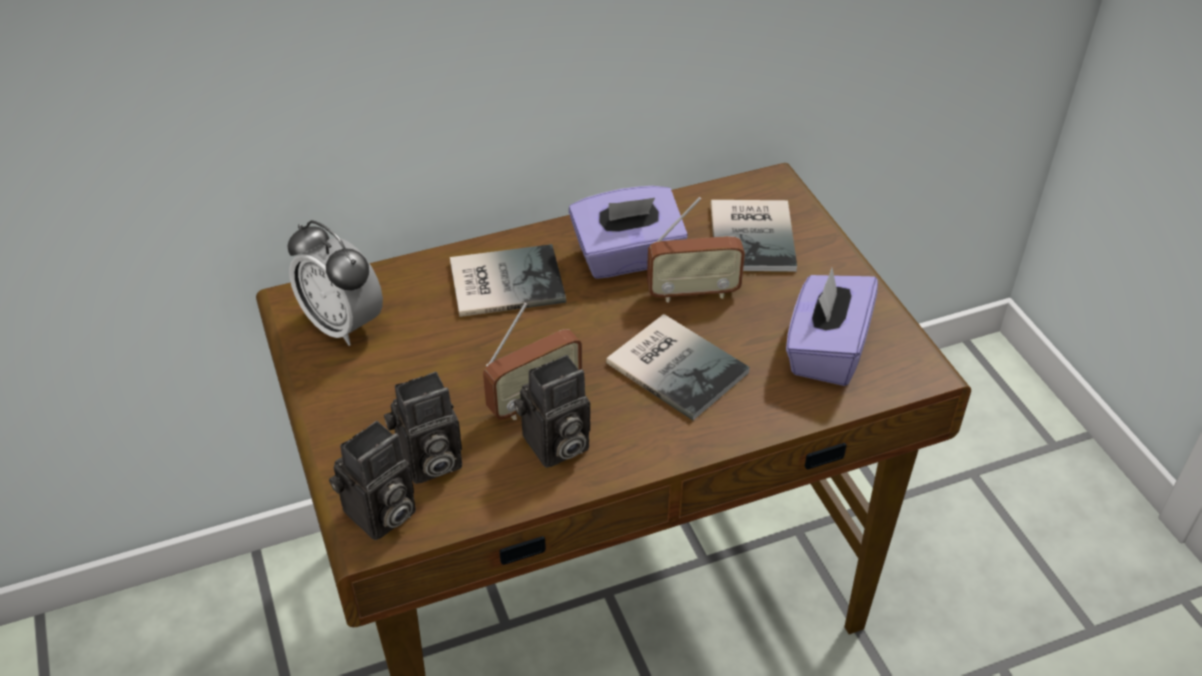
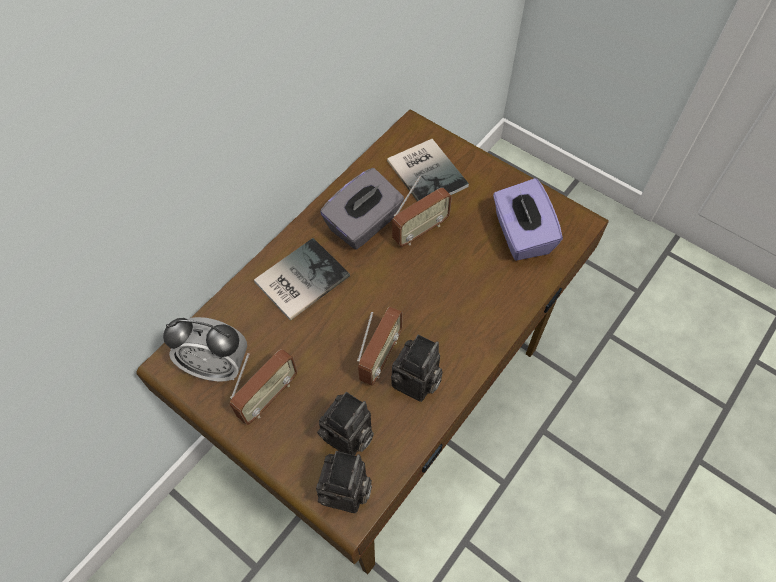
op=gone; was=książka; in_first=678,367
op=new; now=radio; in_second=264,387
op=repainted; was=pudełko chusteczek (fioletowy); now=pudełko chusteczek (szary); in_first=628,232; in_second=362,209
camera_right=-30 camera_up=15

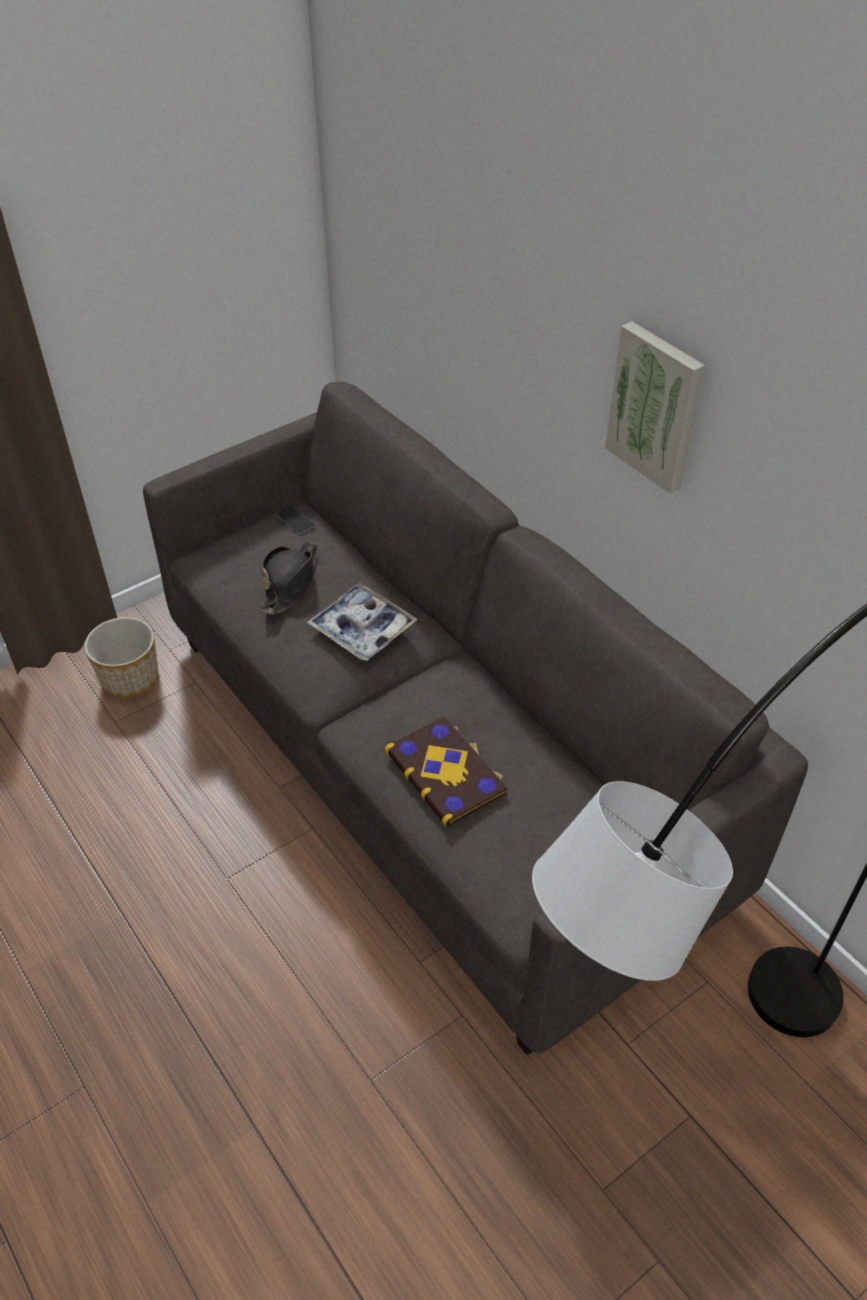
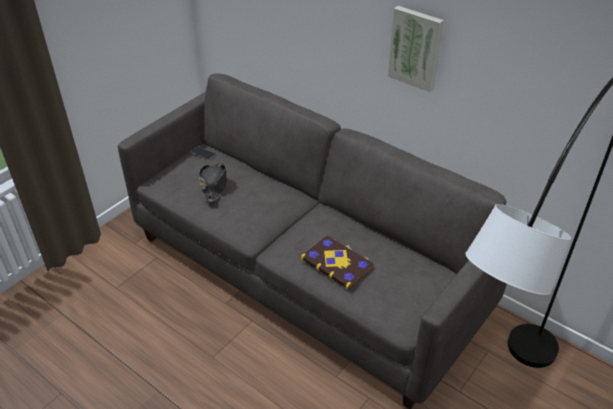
op=gone; was=donica; in_first=121,657
op=gone; was=taca; in_first=362,622
camera_right=-15 camera_up=-5

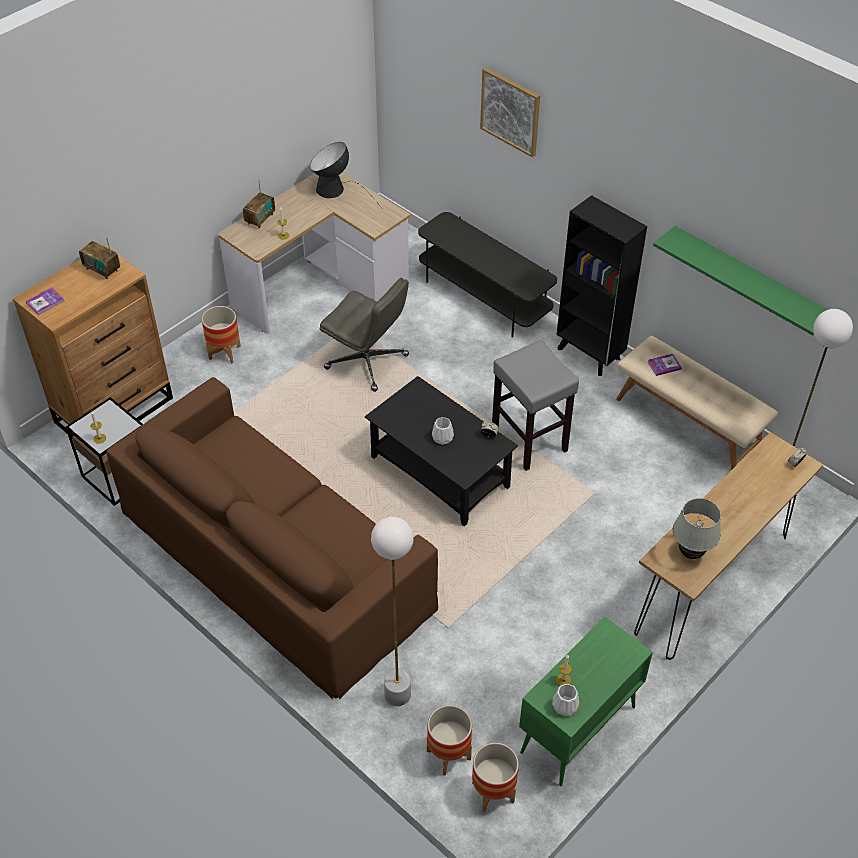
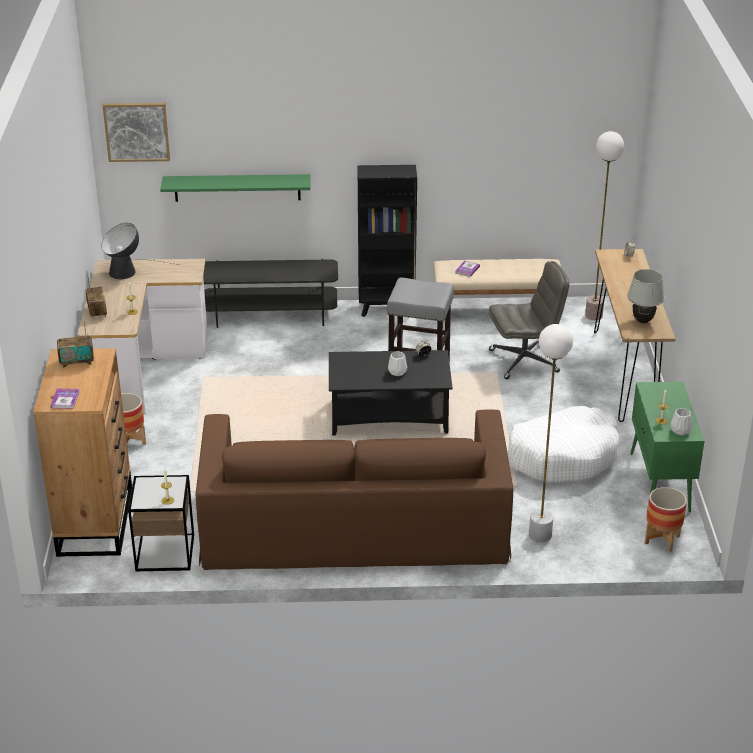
op=gone; was=donica; in_first=449,740
op=new; now=legowisko (biały); in_second=563,444
op=shifted; was=krzesło biurowe (szary); in_first=364,335; in_second=529,320
op=shifted; was=obraz; in_first=510,112; in_second=136,132
op=shifted; was=półka (zielony); in_first=740,281; in_second=235,188
camera_right=-45 camera_up=-15

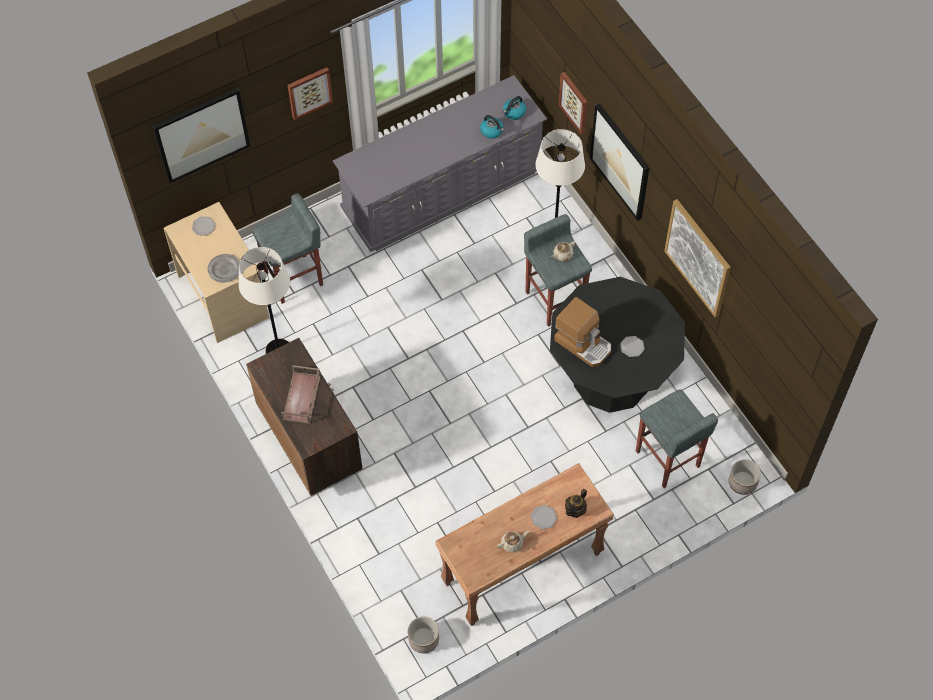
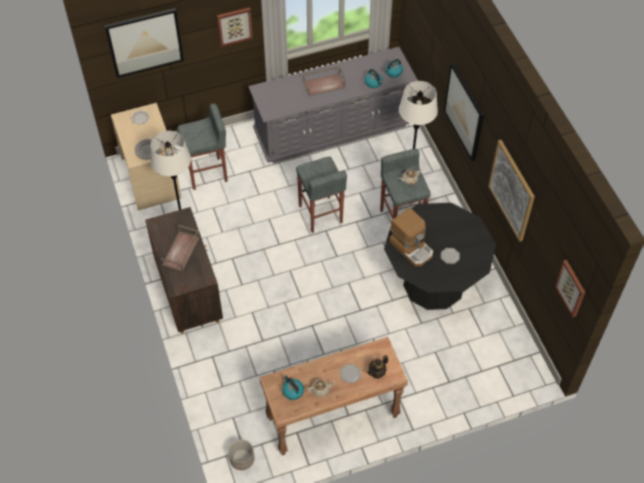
op=gone; was=donica; in_first=744,477
op=new; now=czajnik; in_second=293,387
op=new; now=taca (brązowy); in_second=324,81
op=shifted; was=obraz; in_first=573,103; in_second=570,289
op=shifted; was=stołek (szary); in_first=677,439; in_second=321,195
camera_right=10 camera_up=-5

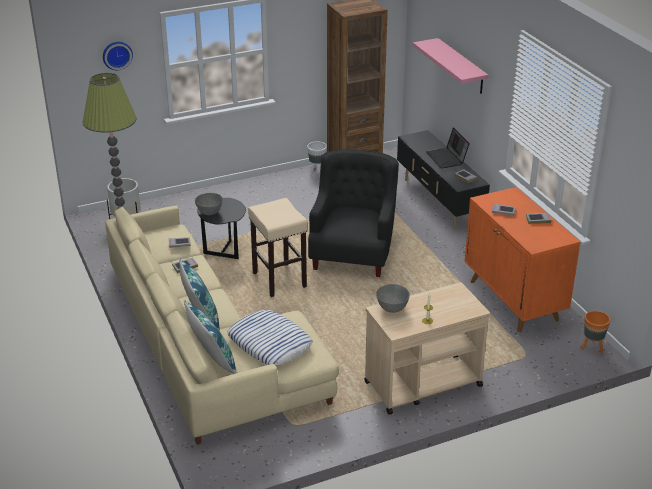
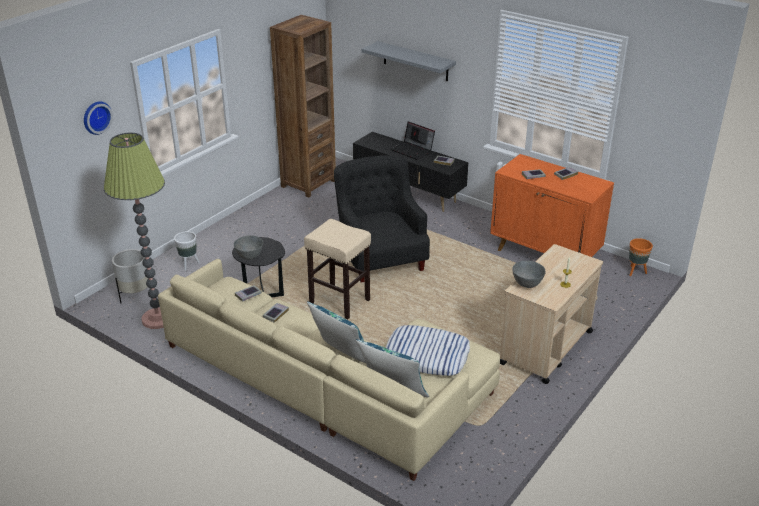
op=shifted; was=donica (biały); in_first=317,158; in_second=187,250
op=repainted; was=półka (różowy); now=półka (szary); in_first=450,66; in_second=408,61
camera_right=-30 camera_up=0

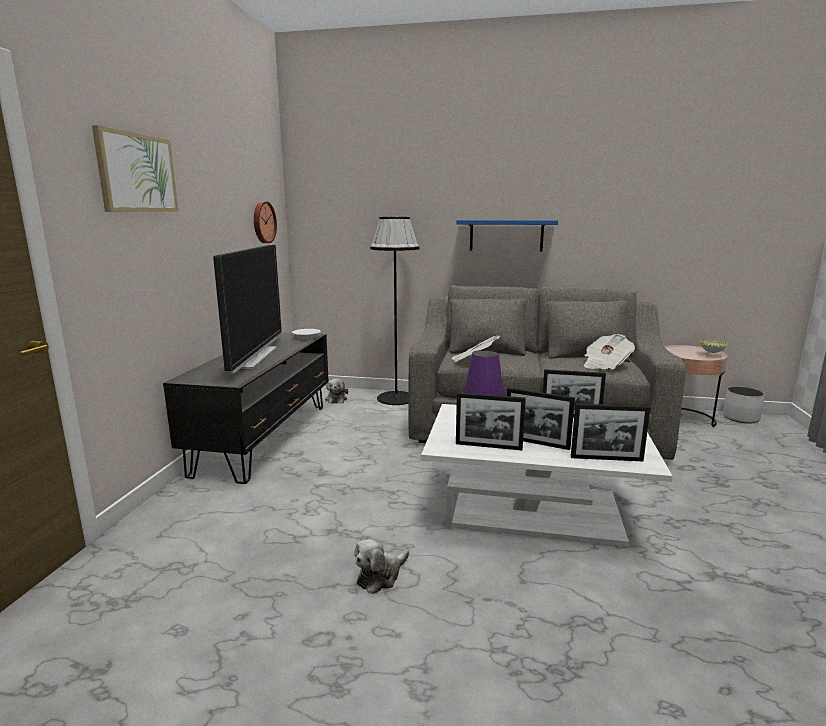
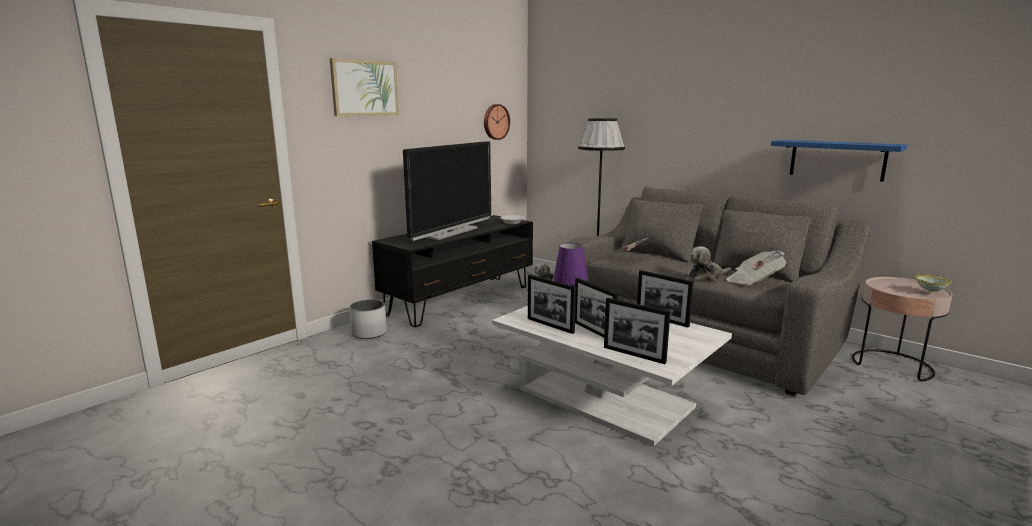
op=shifted; was=pluszak; in_first=381,566; in_second=710,263
op=shifted; was=półka (niebieski); in_first=507,235; in_second=839,161
op=shifted; was=donica (biały); in_first=743,404; in_second=368,319
camera_right=30 camera_up=0

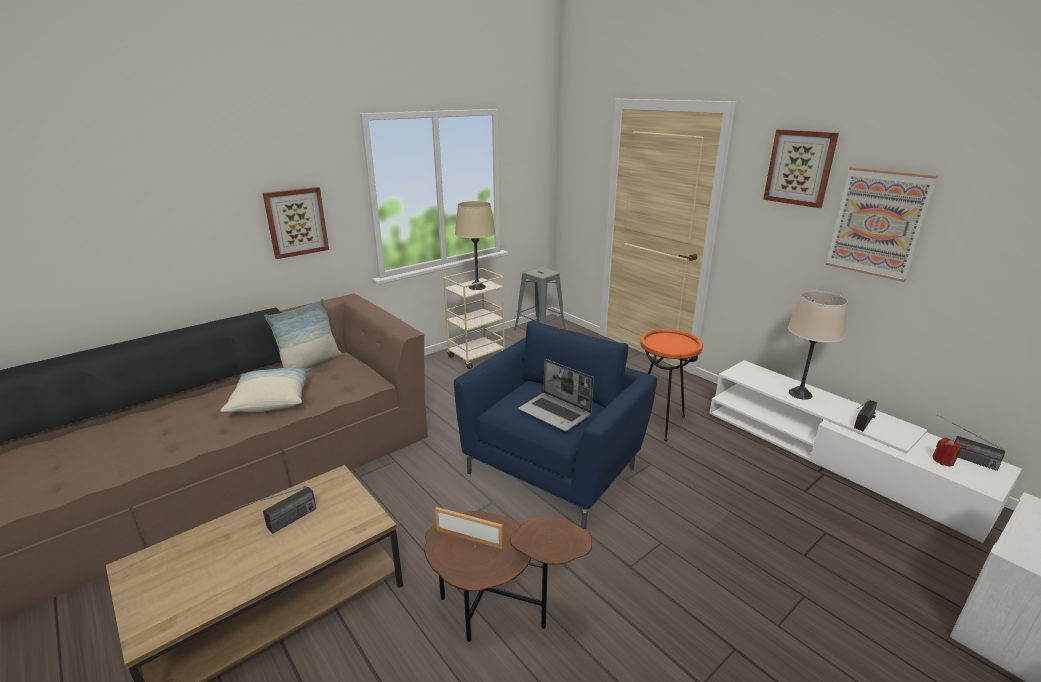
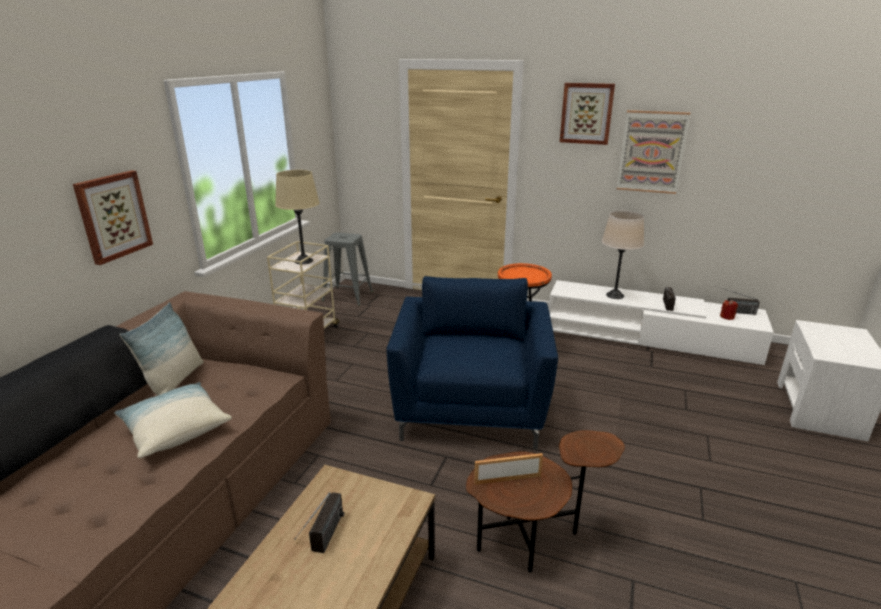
op=gone; was=laptop; in_first=556,395
camera_right=-30 camera_up=0

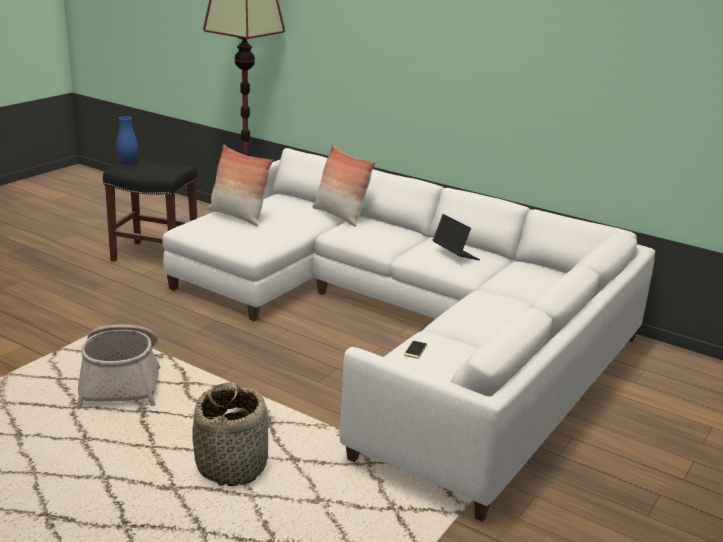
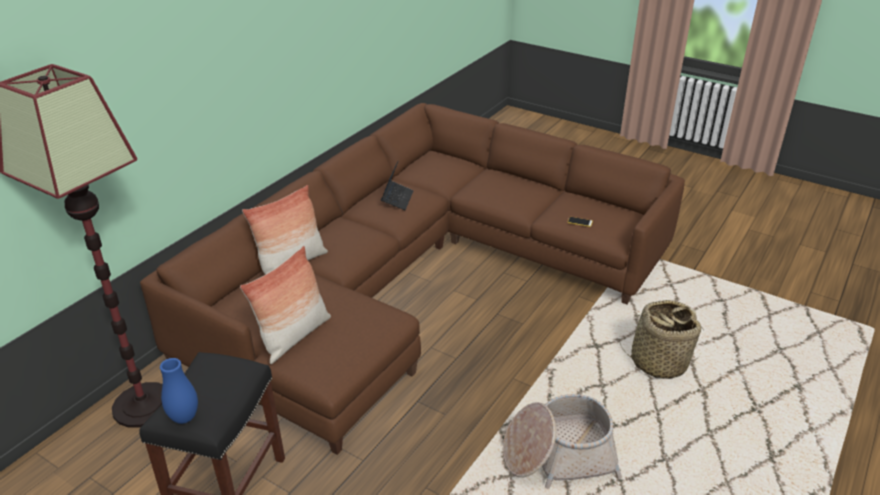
op=repainted; was=kanapa (biały); now=kanapa (brązowy); in_first=408,335; in_second=412,279
op=rotated; was=laptop; in_first=456,237; in_second=397,186; clockwise=135
camera_right=-90 camera_up=10

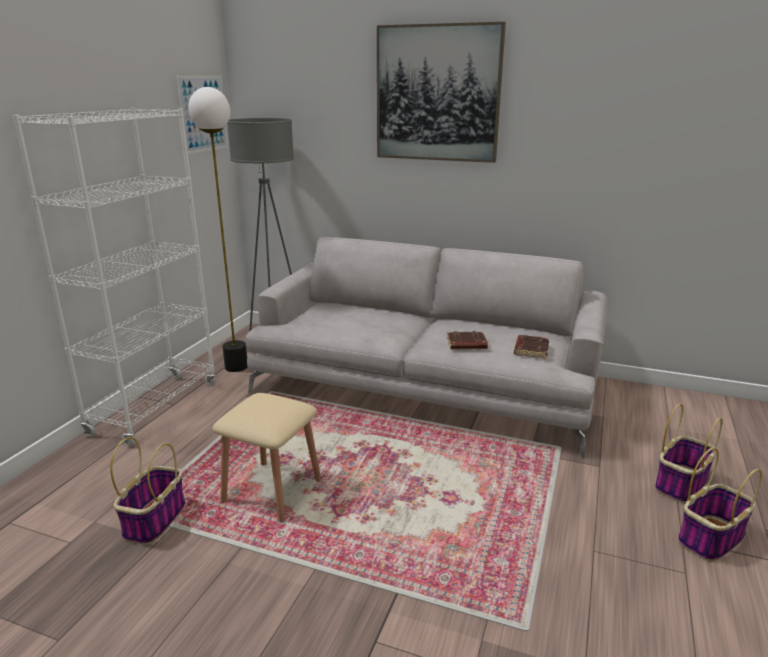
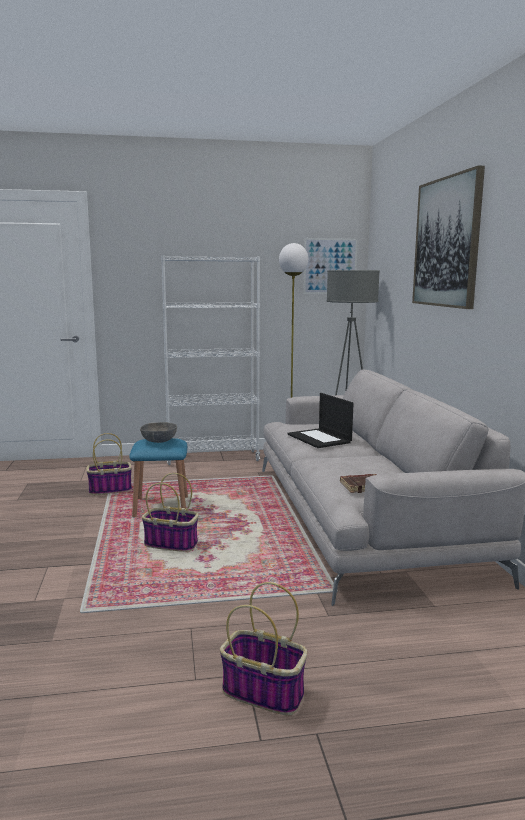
op=gone; was=książka (brązowy); in_first=467,340
op=new; now=miska (szary); in_second=158,432
op=new; now=laptop; in_second=320,420
op=shifted; was=koszyk; in_first=689,453; in_second=170,512
op=repainted; was=stołek (beżowy); now=stołek (niebieski); in_first=267,458; in_second=158,477
camera_right=60 camera_up=-10

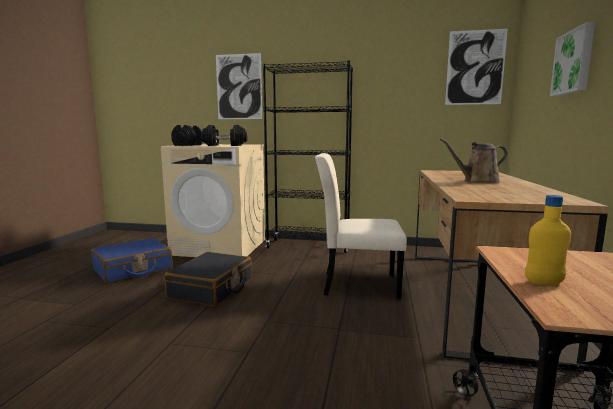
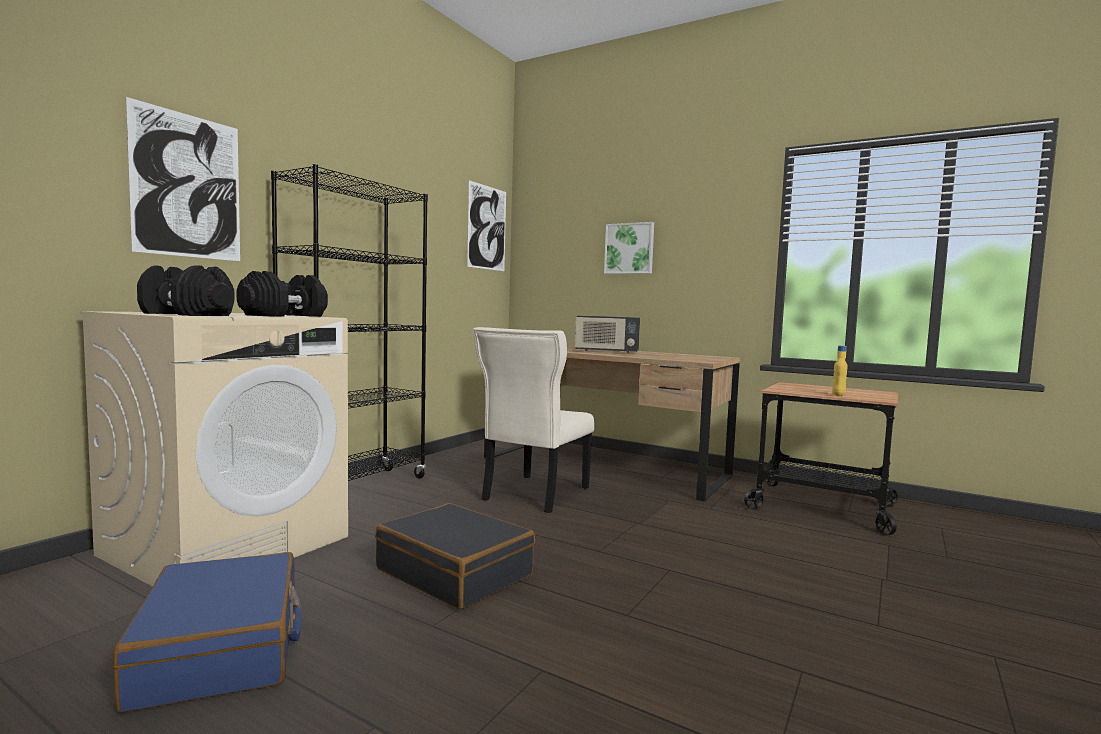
op=swapped; was=konewka (brązowy); now=radio; in_first=474,161; in_second=607,334
camera_right=-70 camera_up=-5

